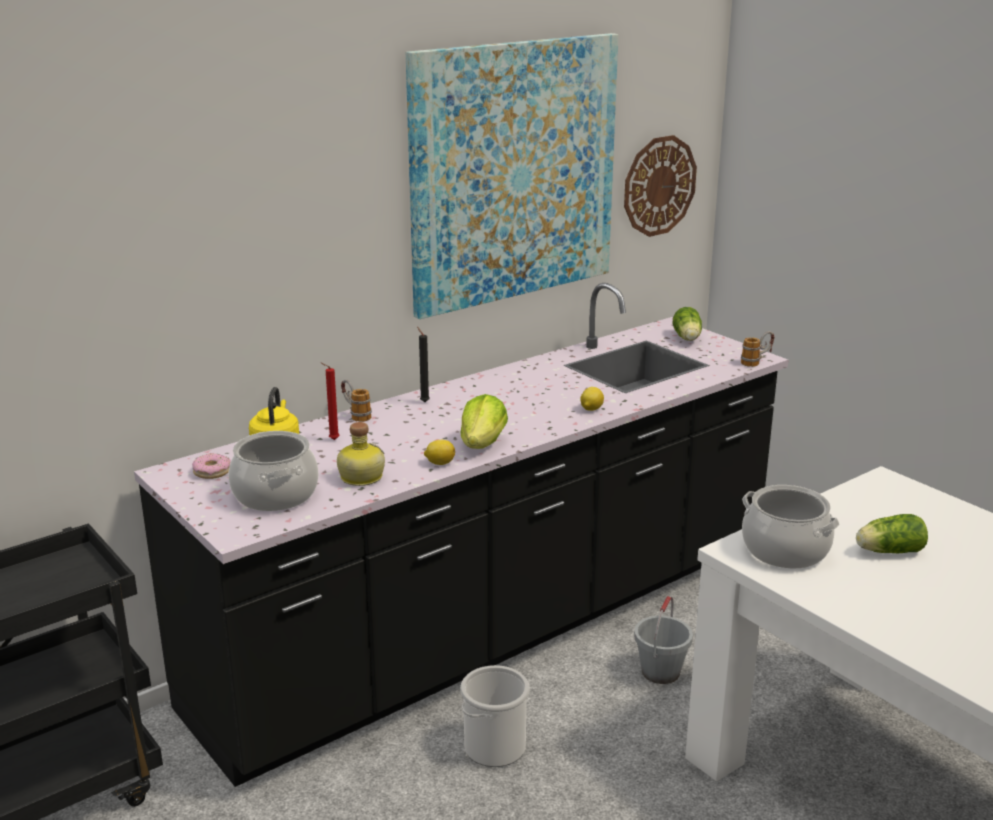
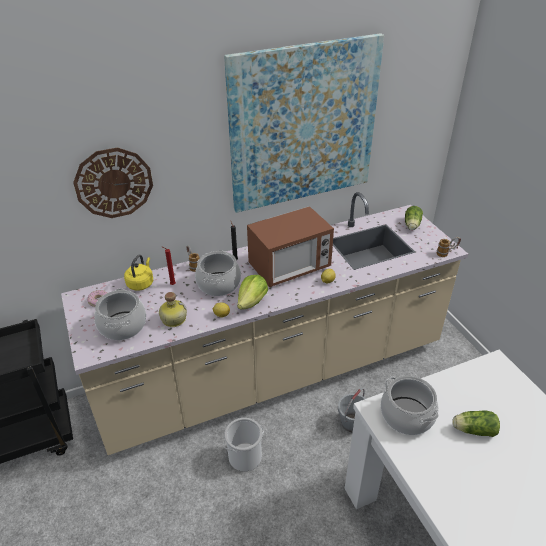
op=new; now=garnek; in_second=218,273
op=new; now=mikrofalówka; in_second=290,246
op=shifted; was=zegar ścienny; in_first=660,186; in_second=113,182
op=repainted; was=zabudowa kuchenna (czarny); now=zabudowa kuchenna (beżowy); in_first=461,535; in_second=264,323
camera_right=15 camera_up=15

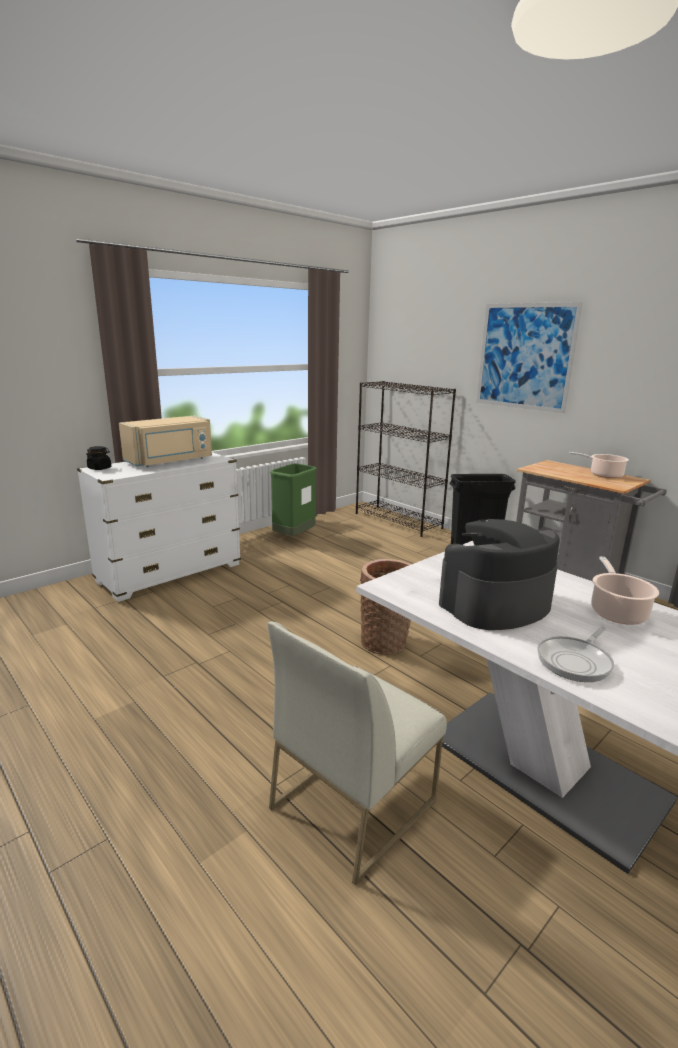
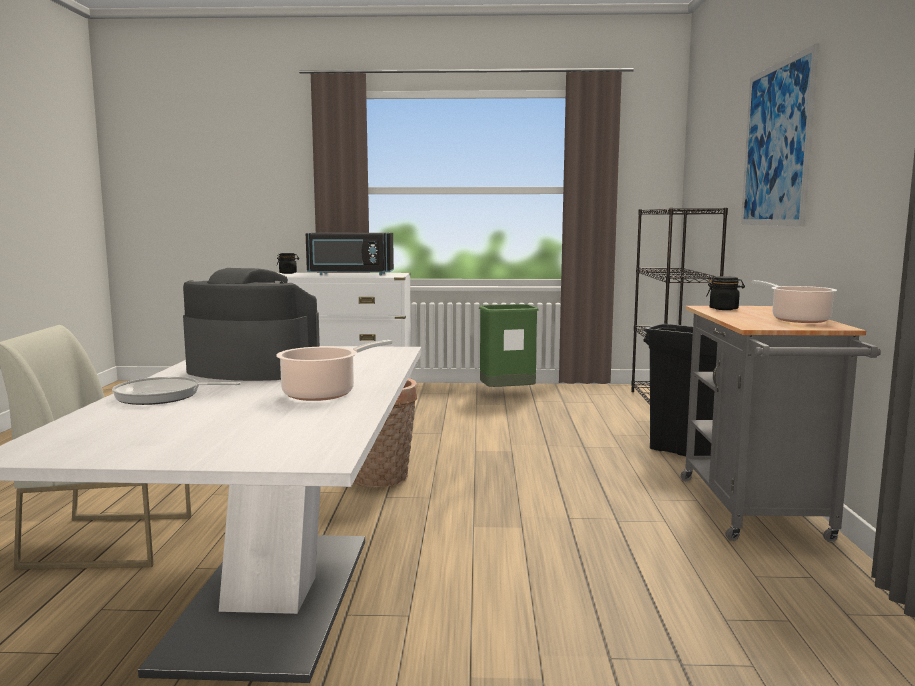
op=new; now=słoik (czarny); in_second=725,293
op=repainted; was=mikrofalówka (beżowy); now=mikrofalówka (czarny); in_first=165,441; in_second=350,254
camera_right=45 camera_up=-10

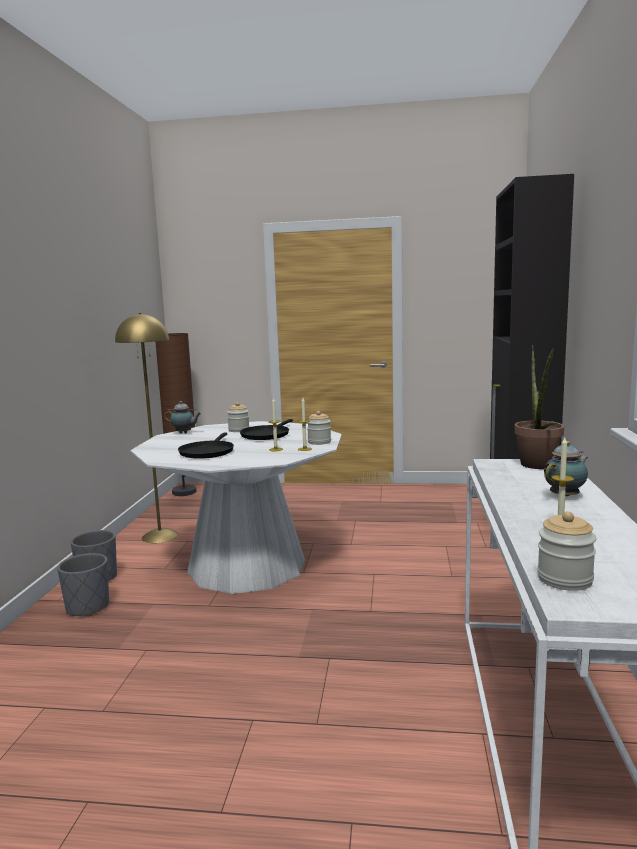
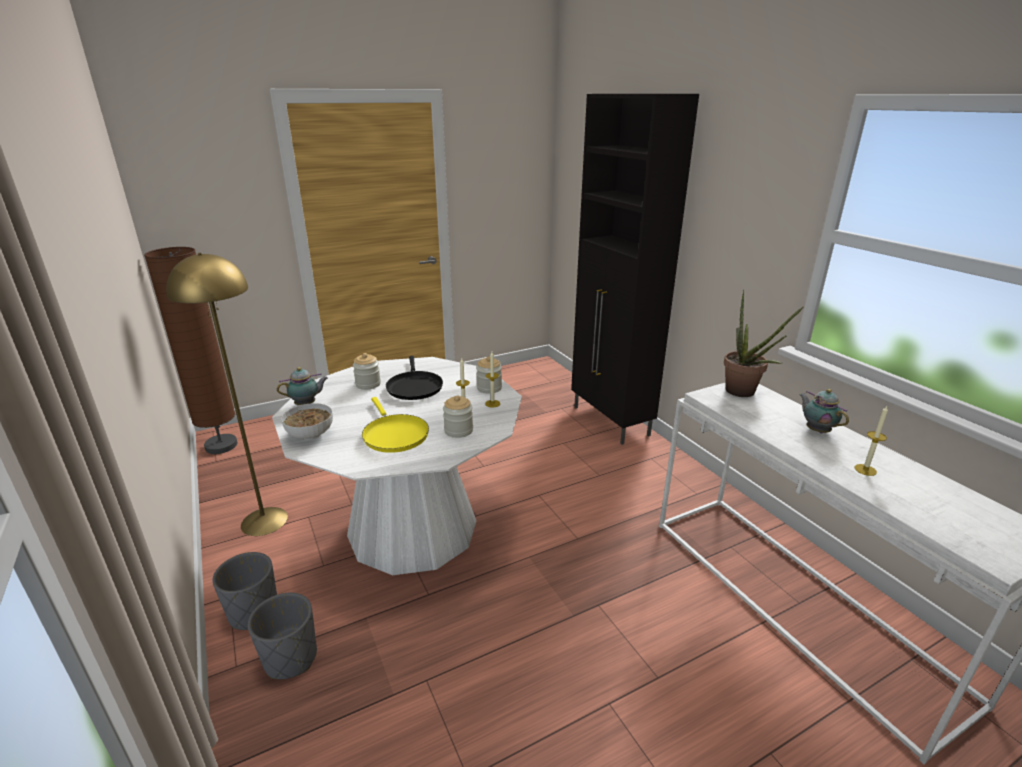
op=new; now=miska; in_second=307,421
op=shifted; was=słoik; in_first=566,551; in_second=458,416
op=repainted; was=patelnia (czarny); now=patelnia (żółty); in_first=206,446; in_second=395,425
op=rotated; was=imbryk; in_first=566,468; in_second=824,411; clockwise=-45
camera_right=-35 camera_up=15

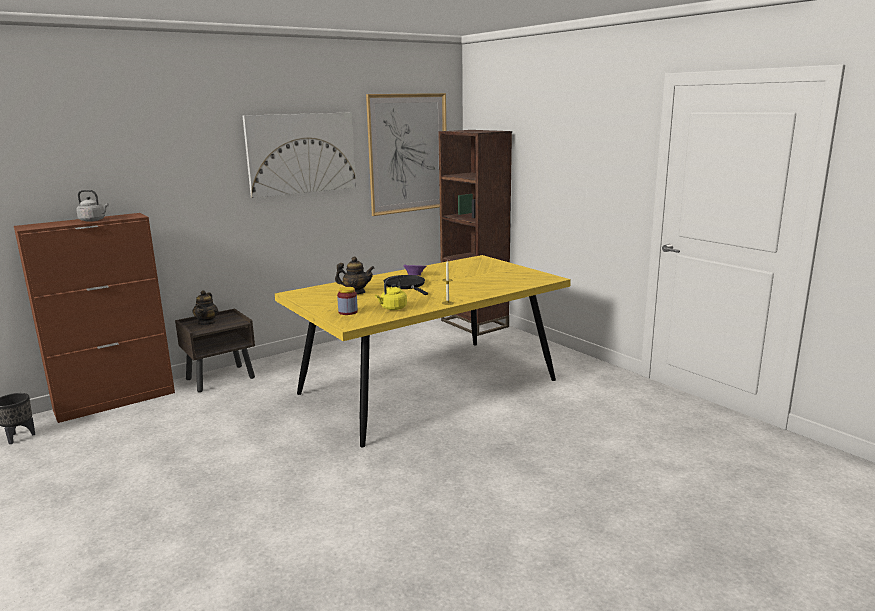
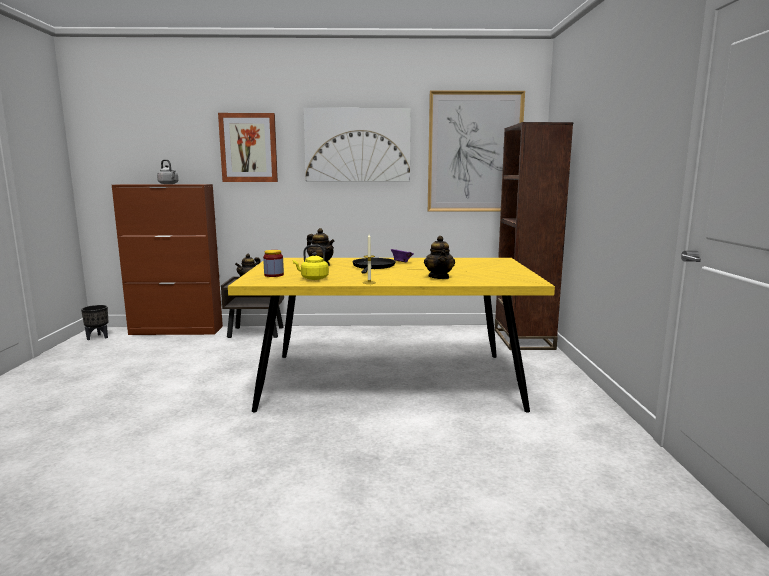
op=new; now=obraz; in_second=248,147
op=new; now=imbryk; in_second=439,257
camera_right=35 camera_up=-5

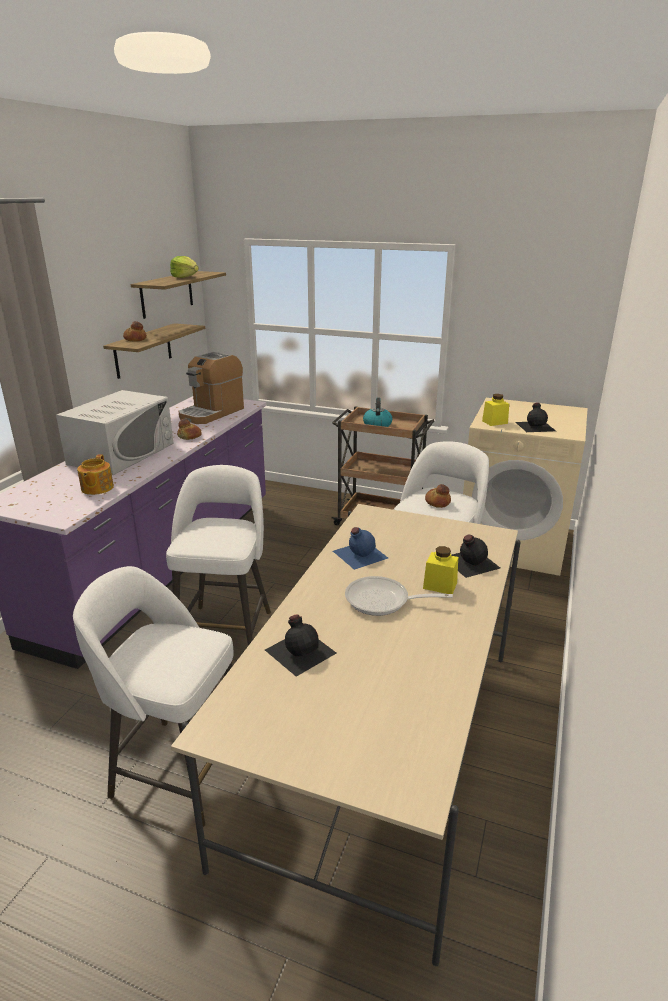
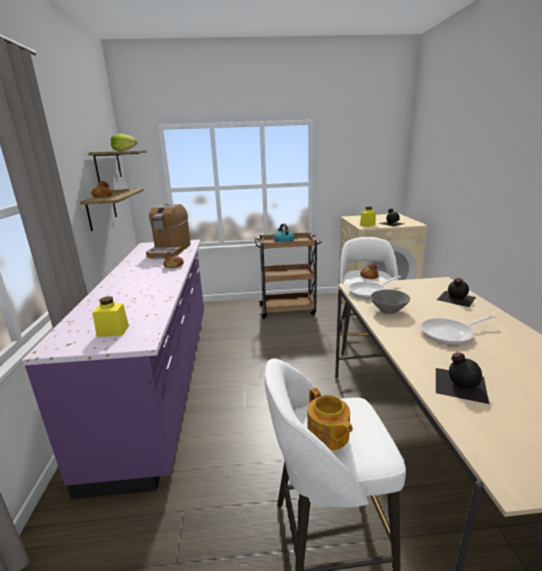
op=gone; was=mikrofalówka (biały); in_first=114,432
op=gone; was=stołek (biały); in_first=218,555
op=new; now=patelnia; in_second=374,287
op=shifted; was=imbryk; in_first=95,474; in_second=330,419
op=shifted; was=słoik (żółty); in_first=440,570; in_second=110,316
op=swapped; was=butelka (niebieski); now=miska (szary); in_first=360,548; in_second=390,302
camera_right=-25 camera_up=-5

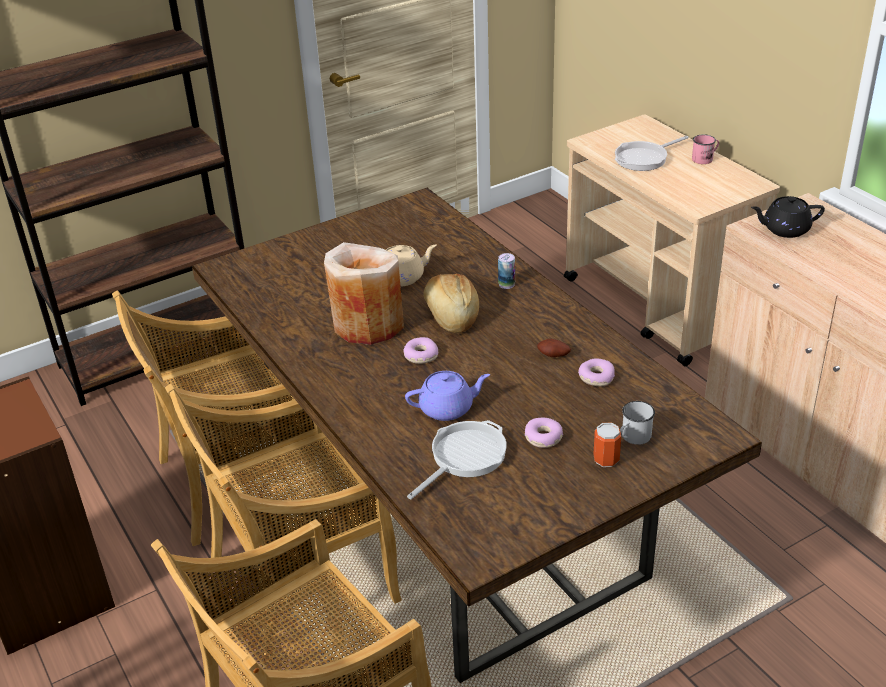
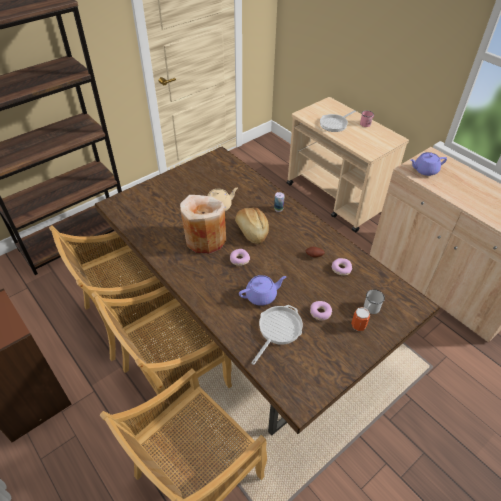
op=repainted; was=imbryk (czarny); now=imbryk (fioletowy); in_first=788,217; in_second=428,164
camera_right=-10 camera_up=10

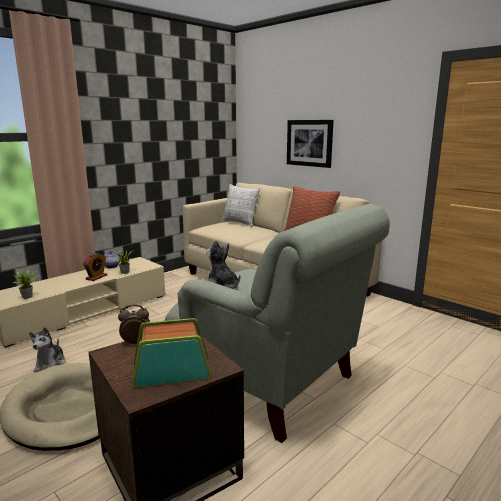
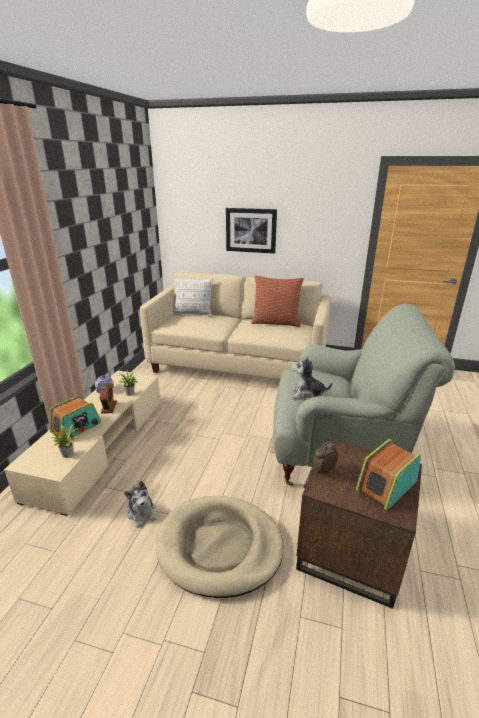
op=new; now=radio; in_second=75,416
camera_right=-30 camera_up=10

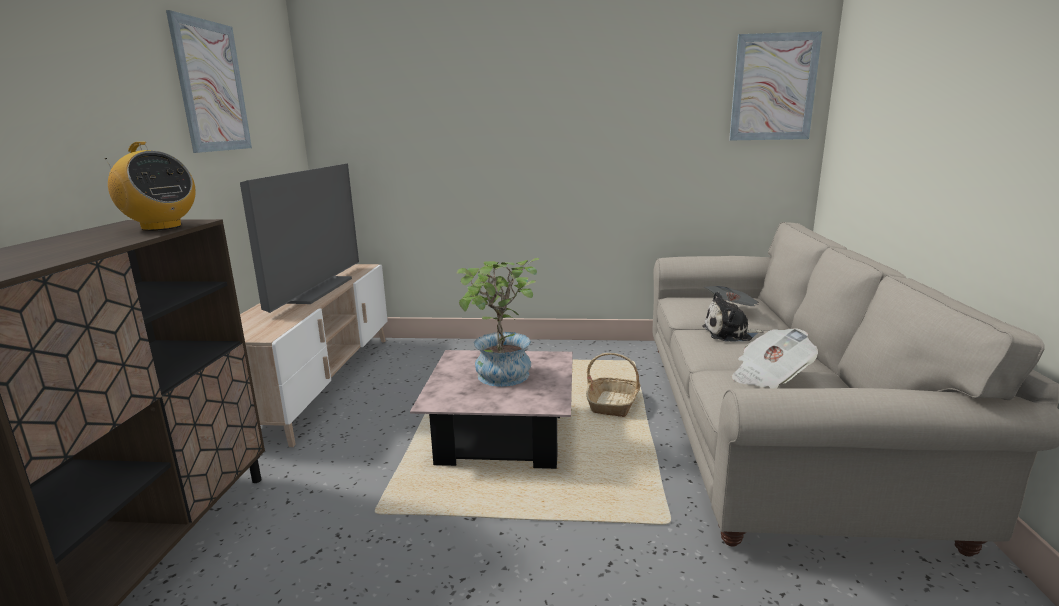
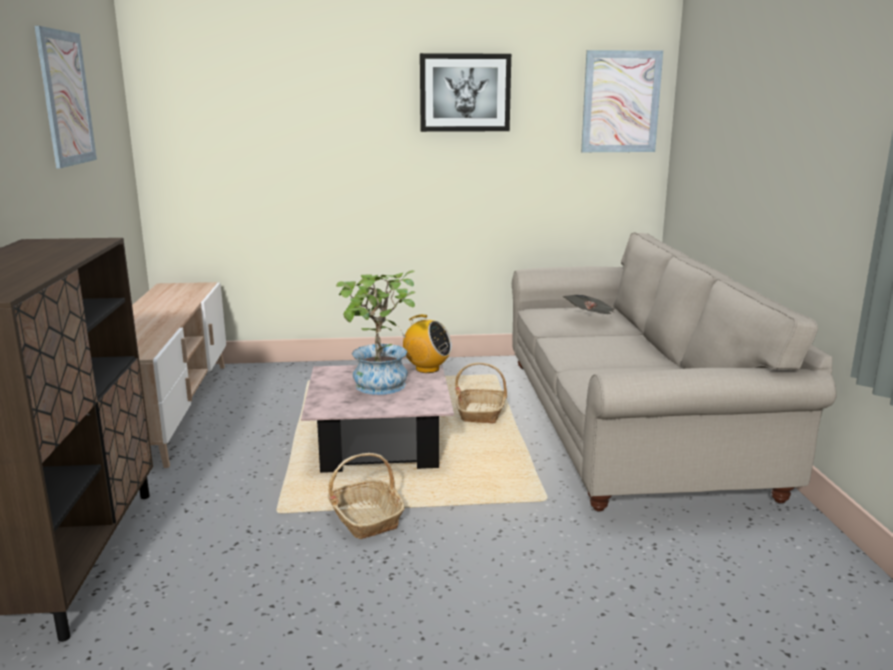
op=gone; was=telewizor; in_first=299,238
op=gone; was=pluszak; in_first=733,317
op=gone; was=gazeta; in_first=775,358
op=new; now=koszyk; in_second=366,496
op=new; now=obraz; in_second=465,92
op=shifted; was=radio; in_first=150,186; in_second=425,343
camera_right=-10 camera_up=0

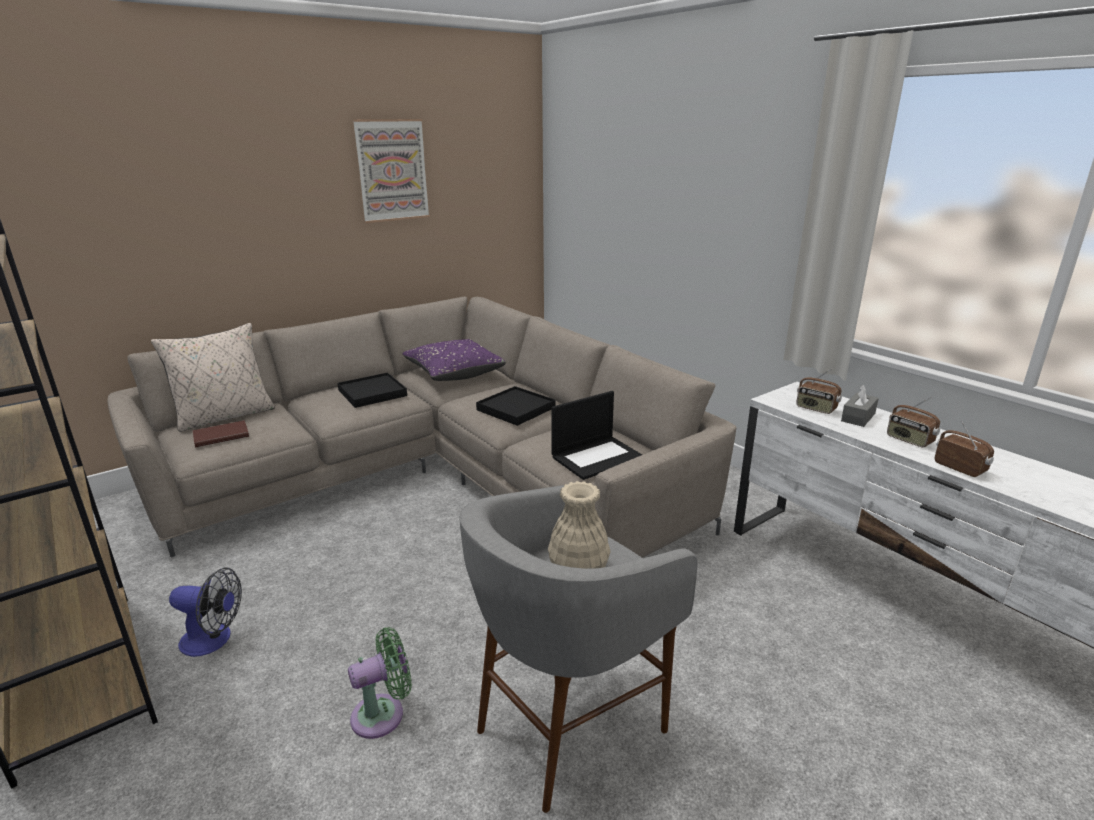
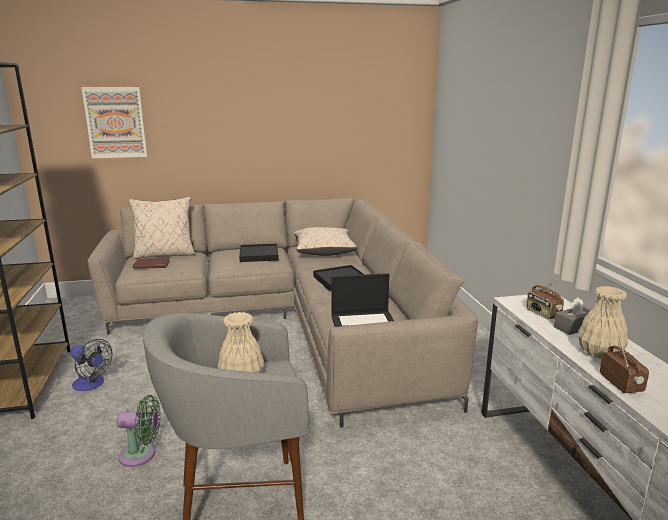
op=shifted; was=obraz; in_first=391,171; in_second=114,122
op=swapped; was=radio; now=wazon (beżowy); in_first=913,422; in_second=603,322
op=repainted; was=poduszka (fioletowy); now=poduszka (beżowy); in_first=454,360; in_second=325,241
camera_right=25 camera_up=-5

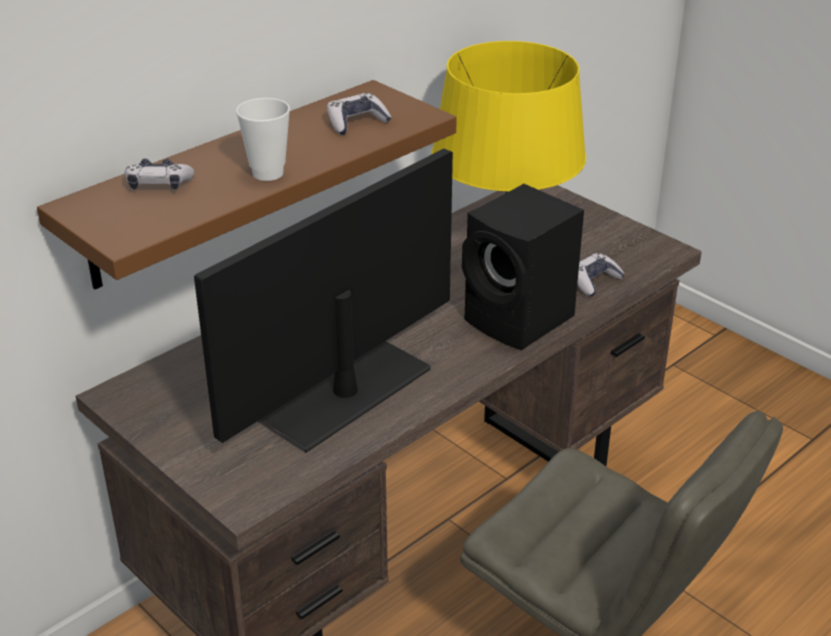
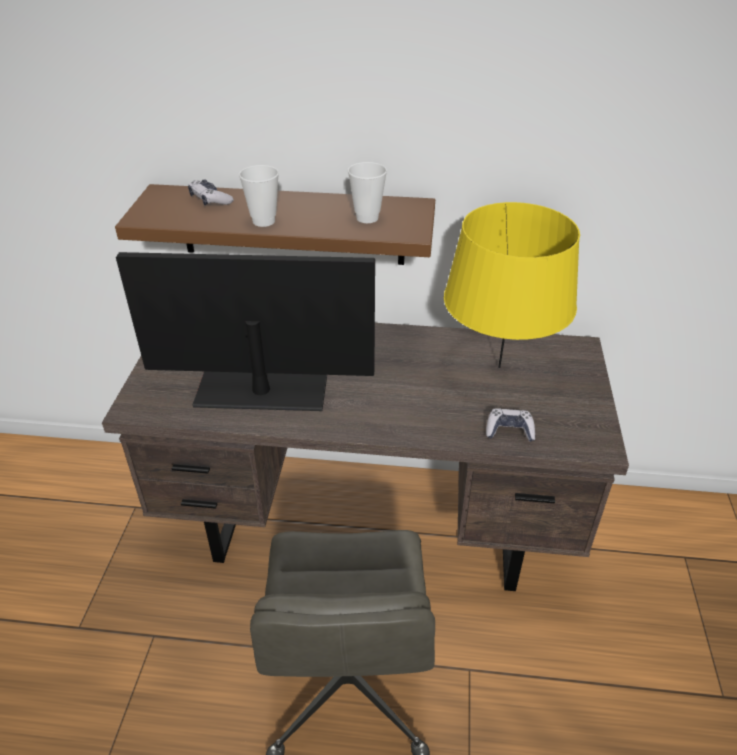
op=gone; was=głośnik (czarny); in_first=523,267
op=swapped; was=pad do gier; now=filiżanka; in_first=359,114; in_second=367,192
camera_right=50 camera_up=5

